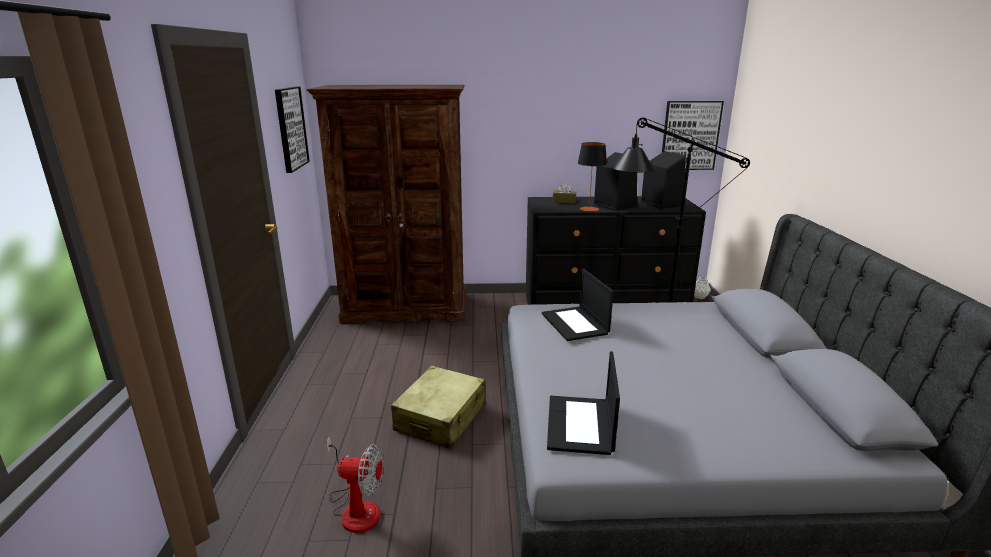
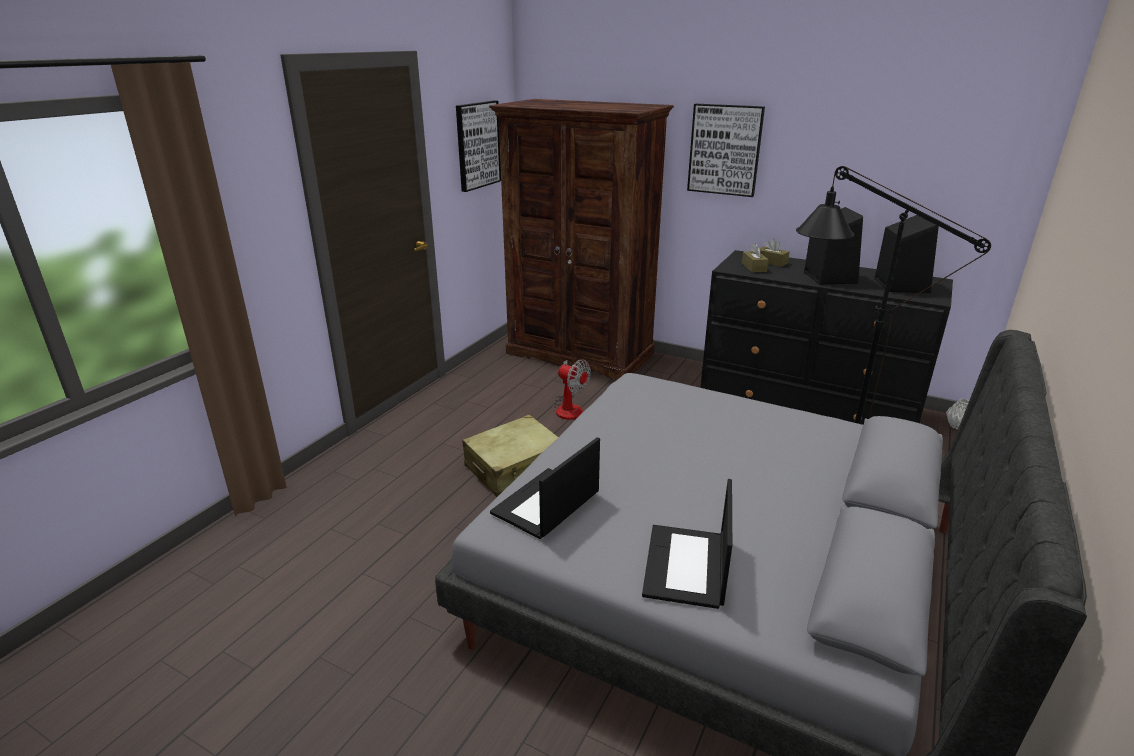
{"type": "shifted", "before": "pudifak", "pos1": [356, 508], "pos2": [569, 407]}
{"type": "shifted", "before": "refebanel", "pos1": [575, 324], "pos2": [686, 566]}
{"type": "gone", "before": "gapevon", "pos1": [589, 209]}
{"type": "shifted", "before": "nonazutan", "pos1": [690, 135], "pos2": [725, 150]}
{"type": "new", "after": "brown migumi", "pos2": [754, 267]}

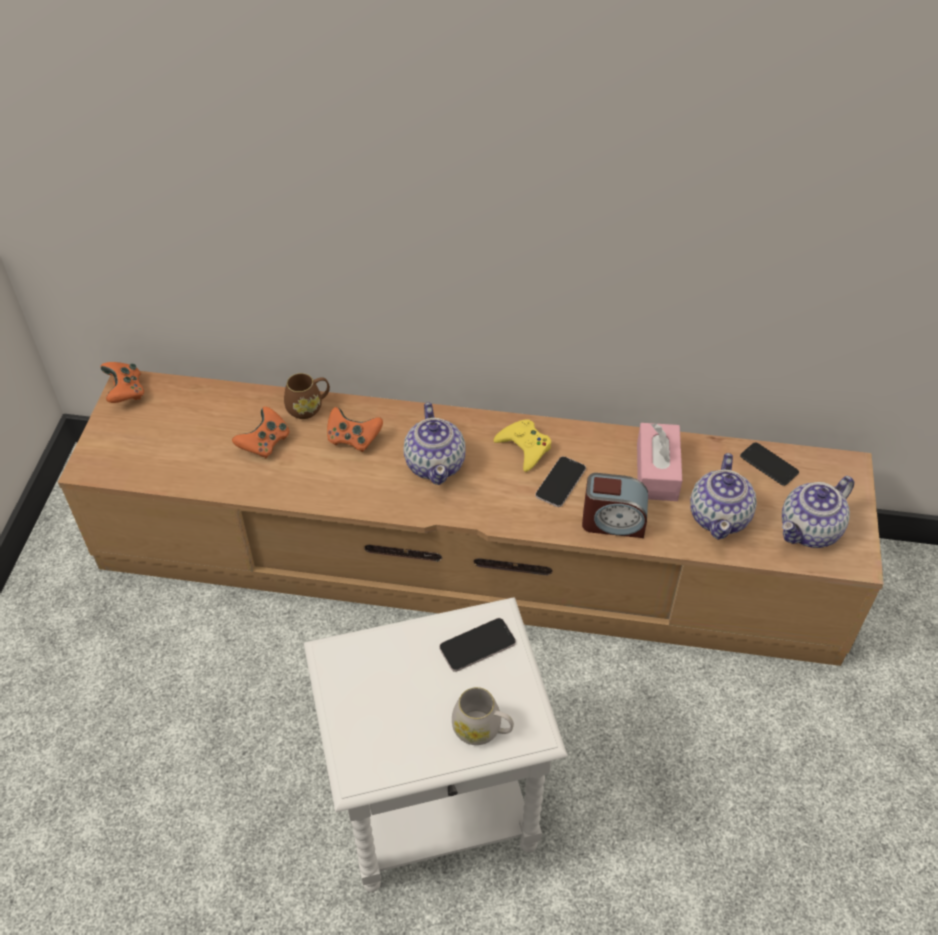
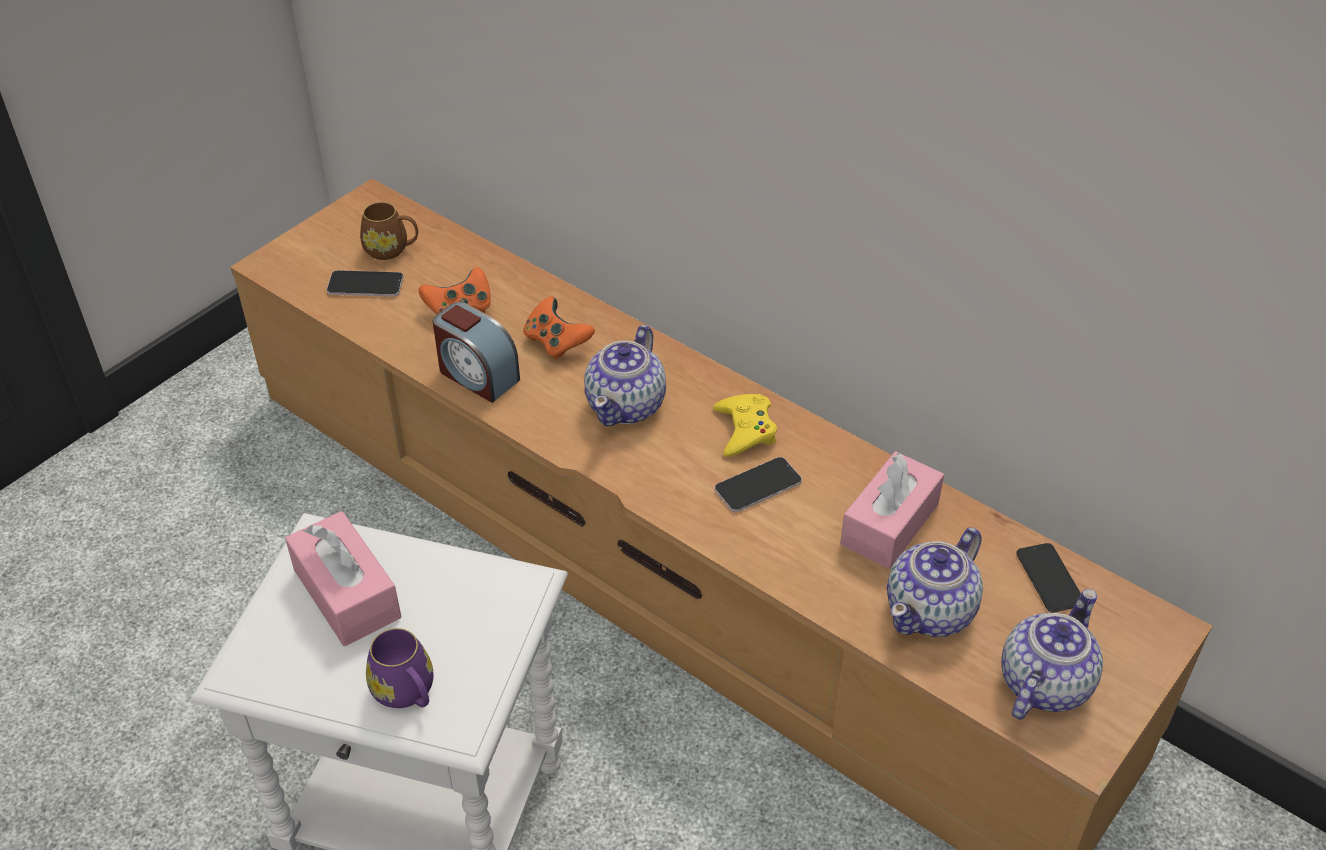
{"type": "gone", "before": "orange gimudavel", "pos1": [125, 392]}
{"type": "shifted", "before": "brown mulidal", "pos1": [309, 407], "pos2": [392, 249]}
{"type": "shifted", "before": "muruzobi", "pos1": [477, 645], "pos2": [365, 285]}
{"type": "repainted", "before": "white mulidal", "after": "purple mulidal", "pos1": [482, 729], "pos2": [407, 693]}
{"type": "shifted", "before": "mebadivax", "pos1": [613, 522], "pos2": [477, 375]}
{"type": "rotated", "before": "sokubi", "pos1": [810, 531], "pos2": [1043, 682], "turn": 135}
{"type": "new", "after": "pink migumi", "pos2": [347, 593]}

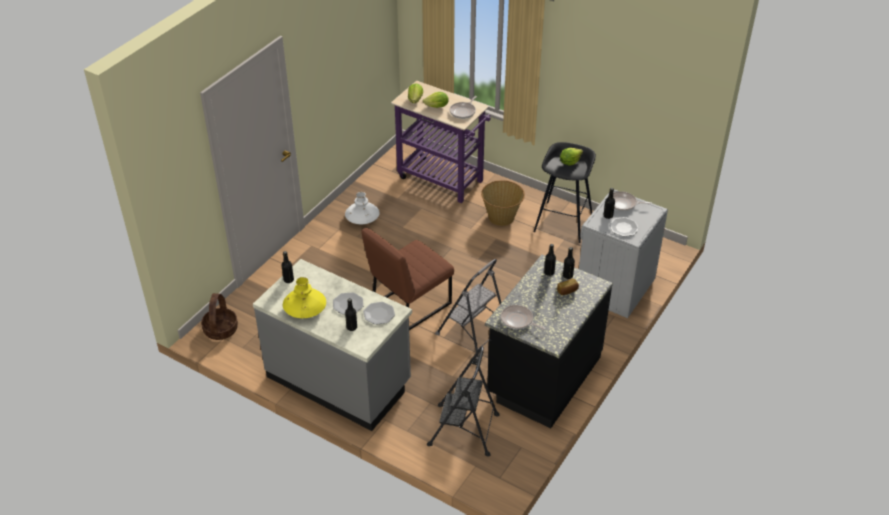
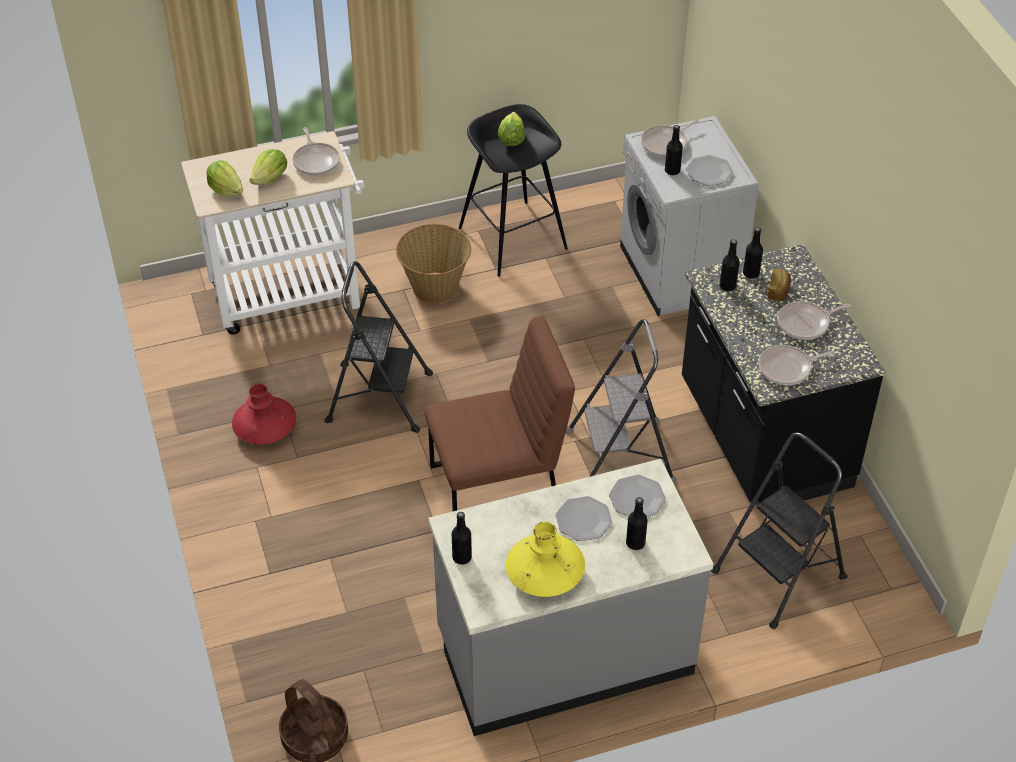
{"type": "repainted", "before": "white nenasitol", "after": "red nenasitol", "pos1": [362, 218], "pos2": [265, 428]}
{"type": "rotated", "before": "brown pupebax", "pos1": [409, 305], "pos2": [498, 486], "turn": -105}
{"type": "repainted", "before": "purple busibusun", "after": "white busibusun", "pos1": [441, 180], "pos2": [288, 296]}
{"type": "new", "after": "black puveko", "pos2": [375, 395]}
{"type": "new", "after": "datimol", "pos2": [805, 324]}

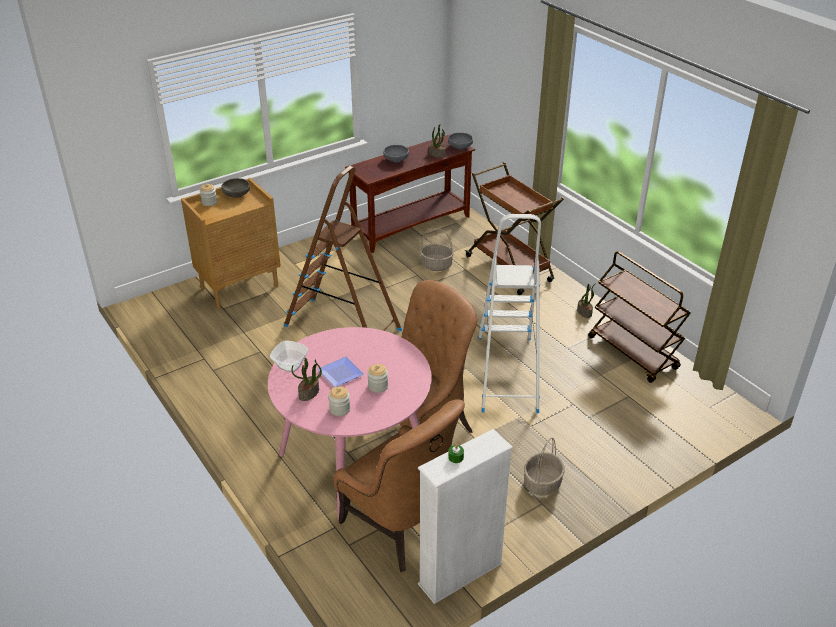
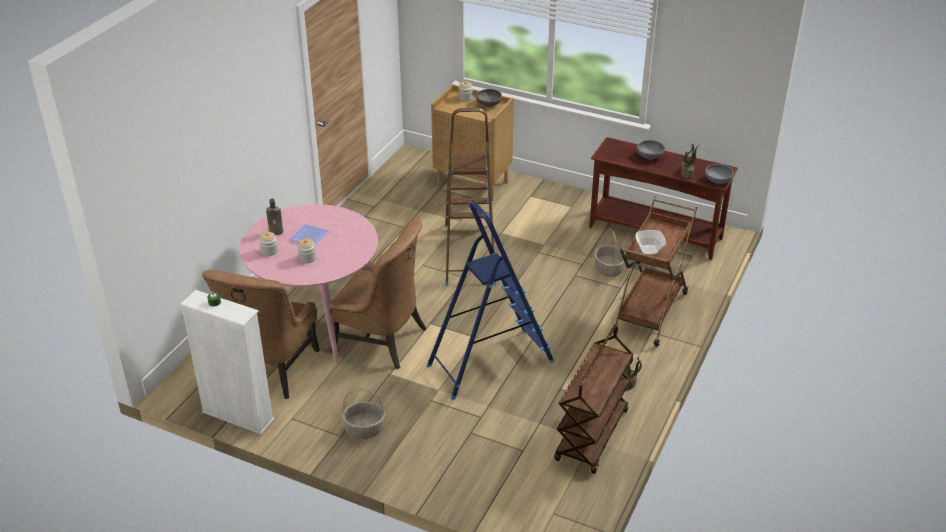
{"type": "shifted", "before": "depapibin", "pos1": [290, 365], "pos2": [649, 250]}
{"type": "swapped", "before": "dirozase", "after": "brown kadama", "pos1": [309, 393], "pos2": [277, 232]}
{"type": "repainted", "before": "white puveko", "after": "blue puveko", "pos1": [507, 372], "pos2": [491, 363]}

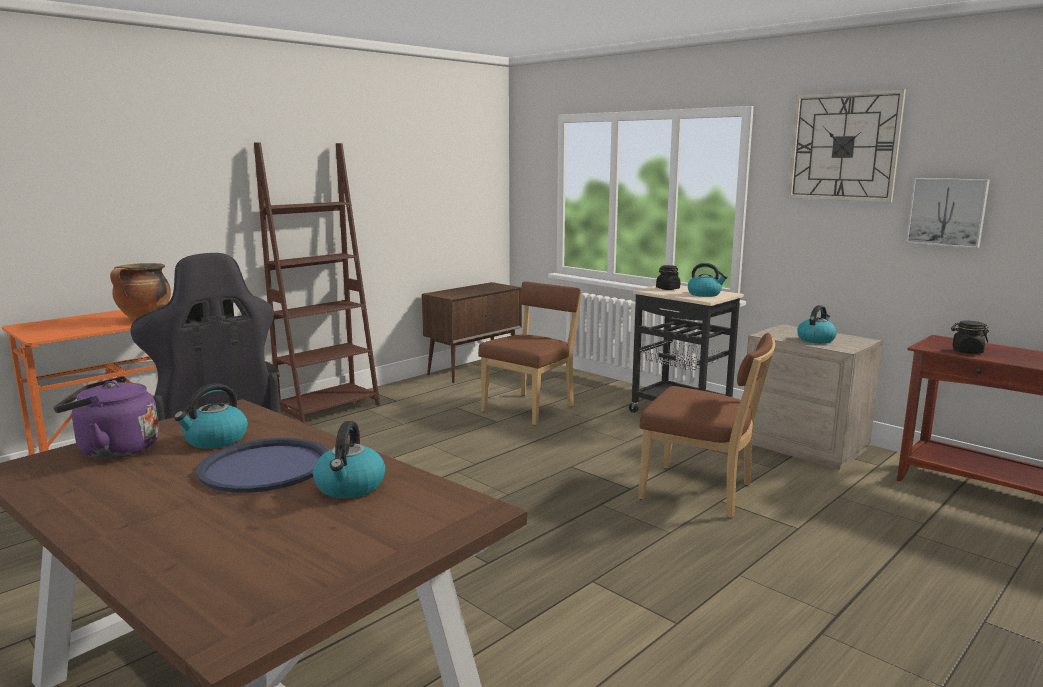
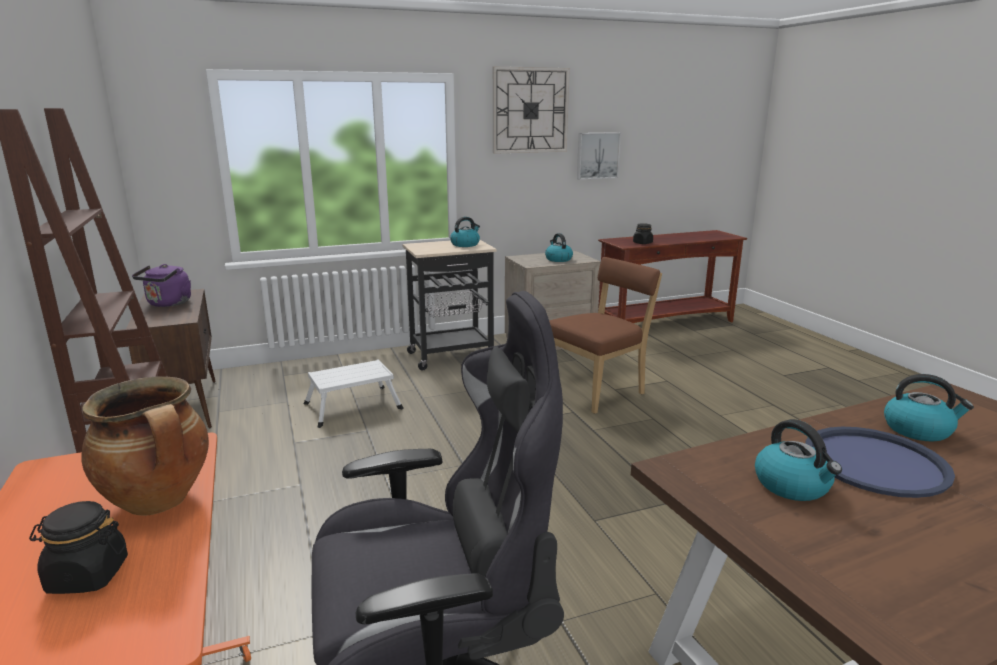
{"type": "shifted", "before": "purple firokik", "pos1": [113, 450], "pos2": [168, 304]}
{"type": "swapped", "before": "brown pupebax", "after": "white puveko", "pos1": [531, 408], "pos2": [353, 406]}
{"type": "shifted", "before": "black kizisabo", "pos1": [667, 289], "pos2": [87, 576]}

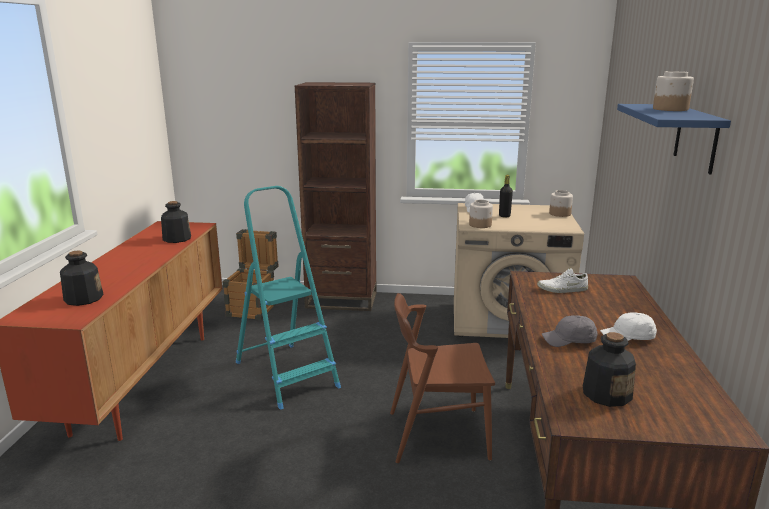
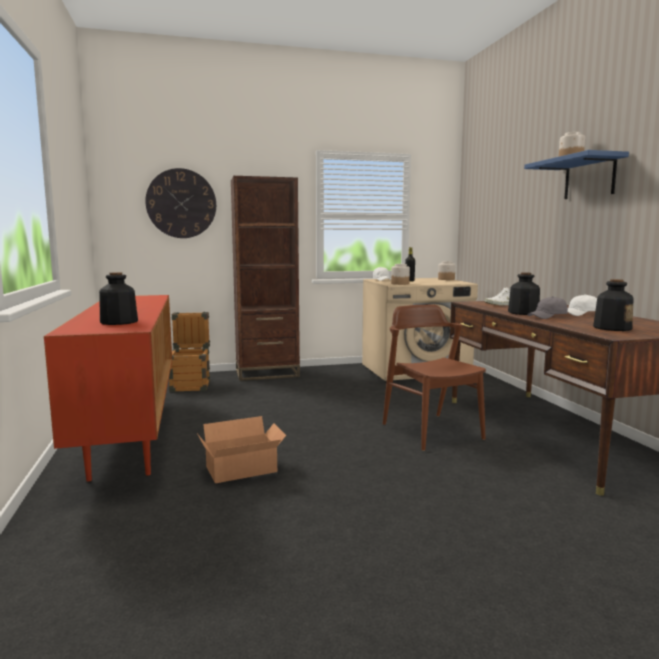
{"type": "shifted", "before": "kadama", "pos1": [176, 239], "pos2": [523, 313]}
{"type": "gone", "before": "turquoise puveko", "pos1": [287, 374]}
{"type": "rotated", "before": "brown pupebax", "pos1": [437, 434], "pos2": [431, 431], "turn": 90}
{"type": "new", "after": "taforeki", "pos2": [181, 203]}
{"type": "new", "after": "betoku", "pos2": [243, 470]}

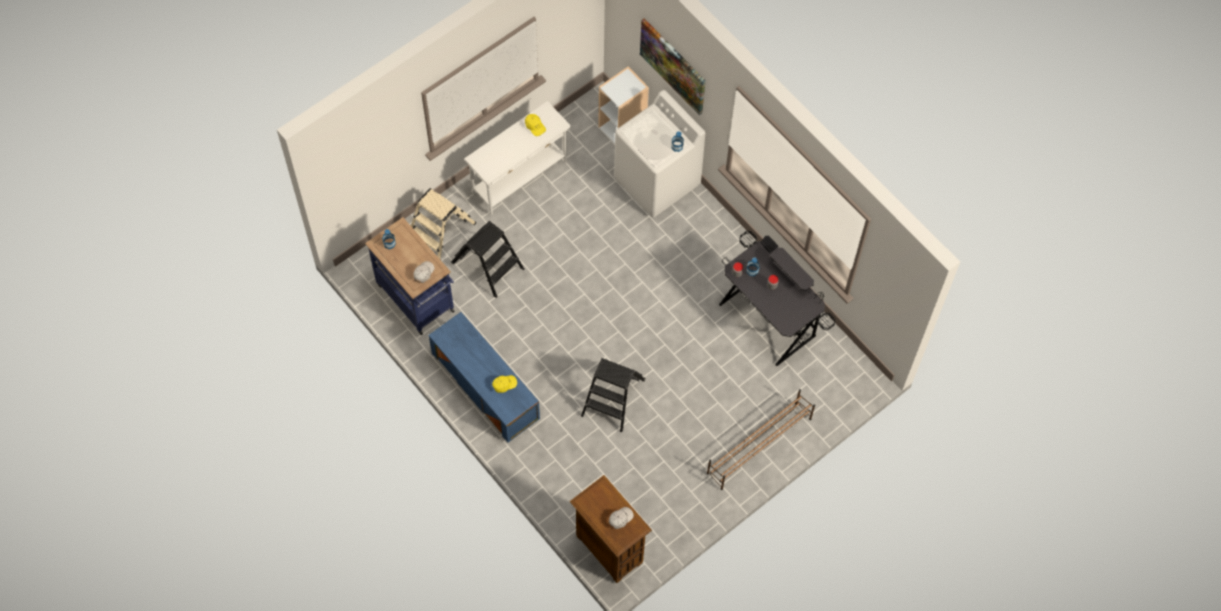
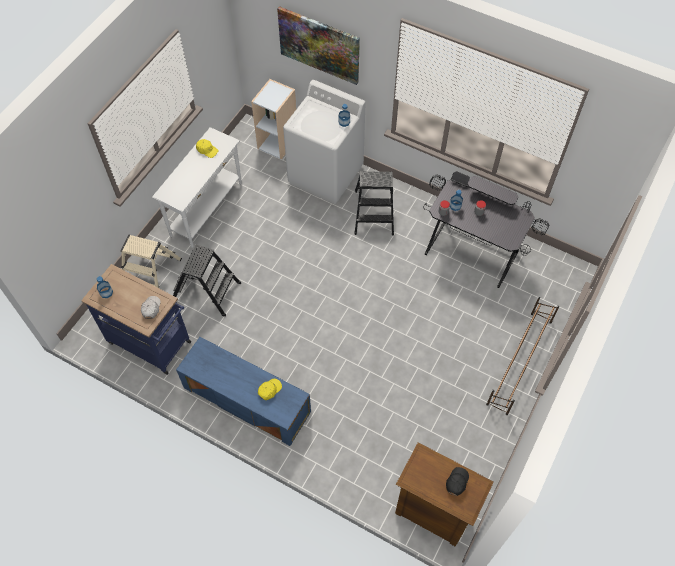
{"type": "shifted", "before": "black puveko", "pos1": [613, 397], "pos2": [374, 212]}
{"type": "repainted", "before": "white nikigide", "after": "black nikigide", "pos1": [620, 518], "pos2": [456, 482]}

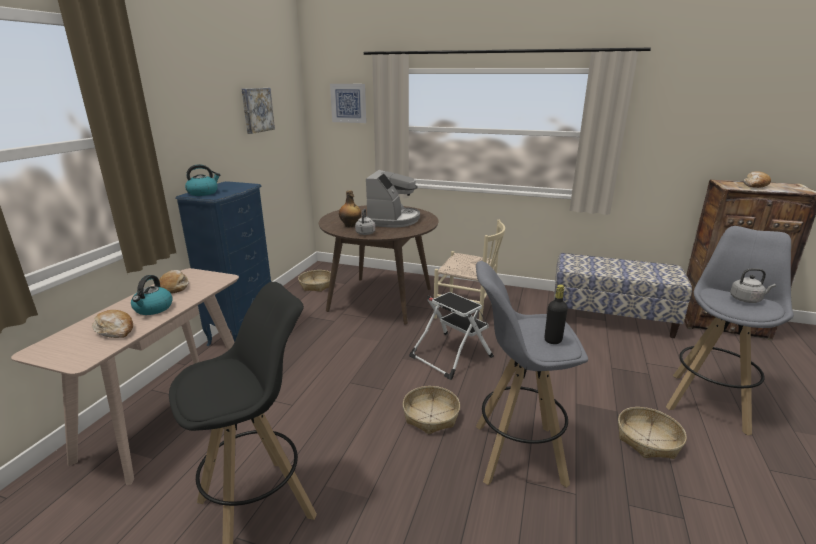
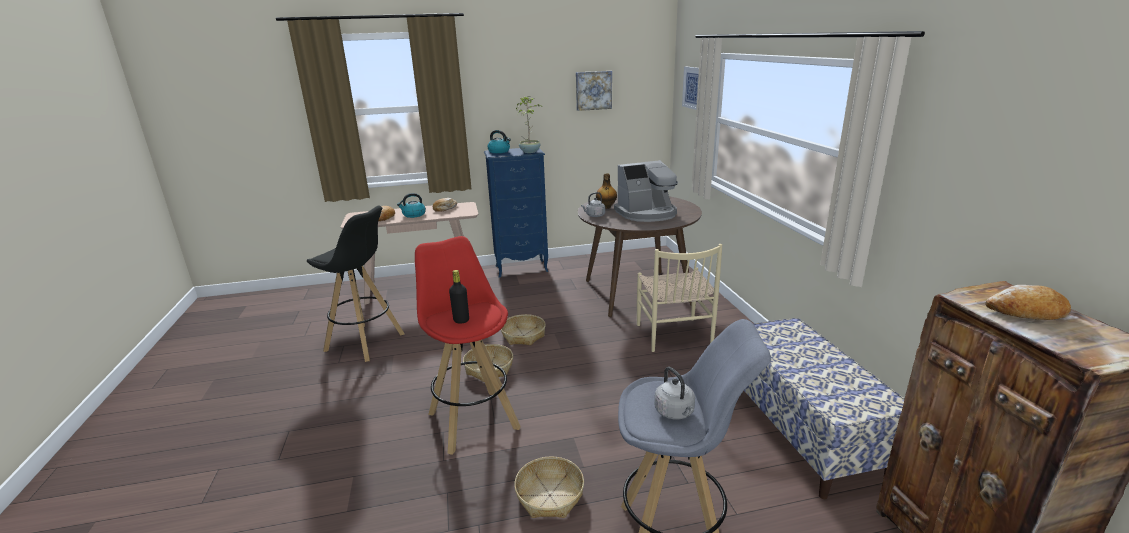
{"type": "shifted", "before": "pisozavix", "pos1": [316, 285], "pos2": [523, 335]}
{"type": "gone", "before": "puveko", "pos1": [451, 354]}
{"type": "repainted", "before": "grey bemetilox", "after": "red bemetilox", "pos1": [515, 453], "pos2": [473, 419]}
{"type": "new", "after": "dirozase", "pos2": [530, 151]}

